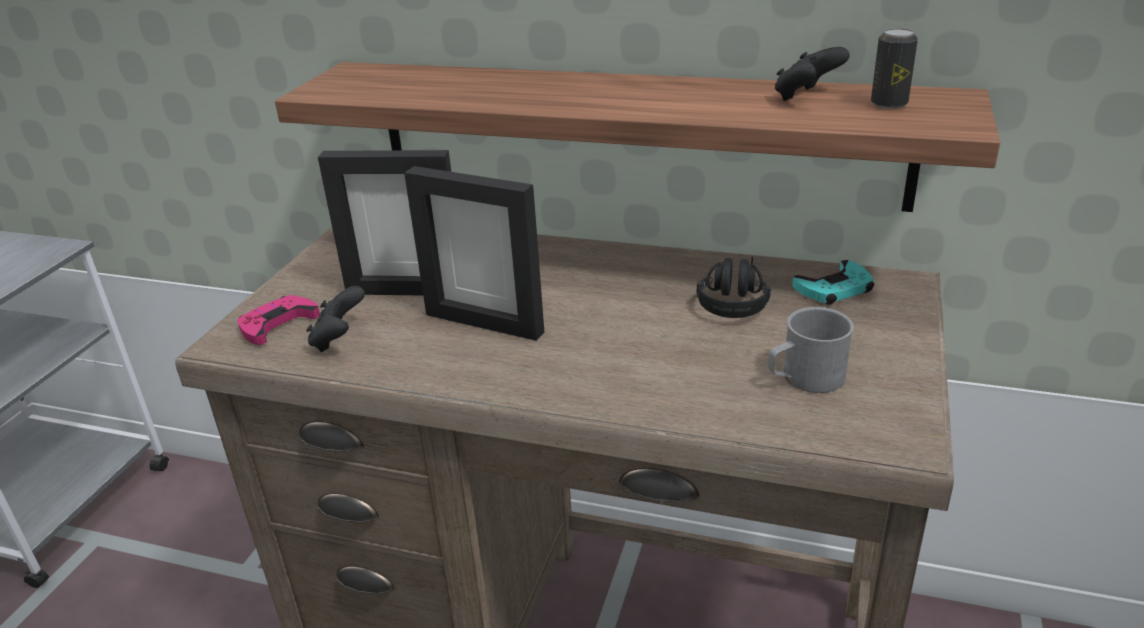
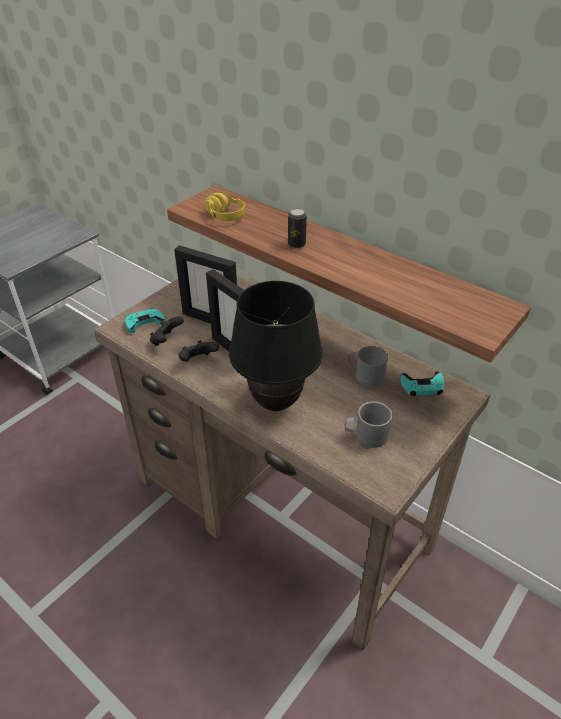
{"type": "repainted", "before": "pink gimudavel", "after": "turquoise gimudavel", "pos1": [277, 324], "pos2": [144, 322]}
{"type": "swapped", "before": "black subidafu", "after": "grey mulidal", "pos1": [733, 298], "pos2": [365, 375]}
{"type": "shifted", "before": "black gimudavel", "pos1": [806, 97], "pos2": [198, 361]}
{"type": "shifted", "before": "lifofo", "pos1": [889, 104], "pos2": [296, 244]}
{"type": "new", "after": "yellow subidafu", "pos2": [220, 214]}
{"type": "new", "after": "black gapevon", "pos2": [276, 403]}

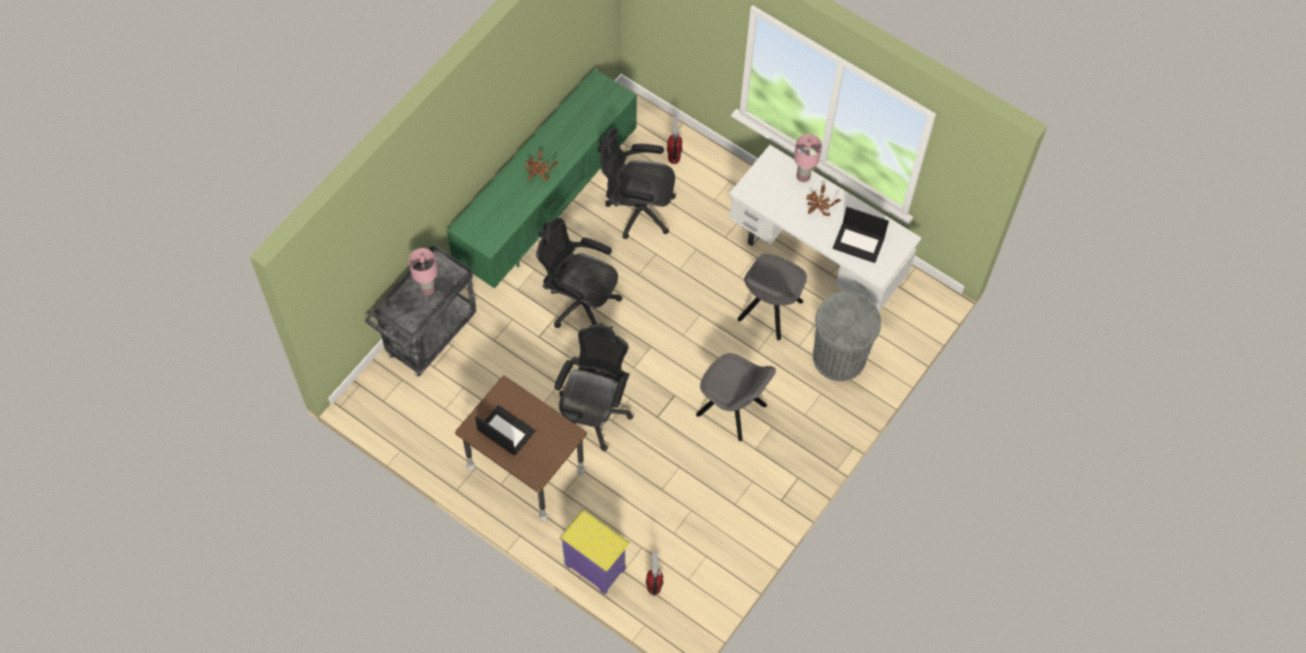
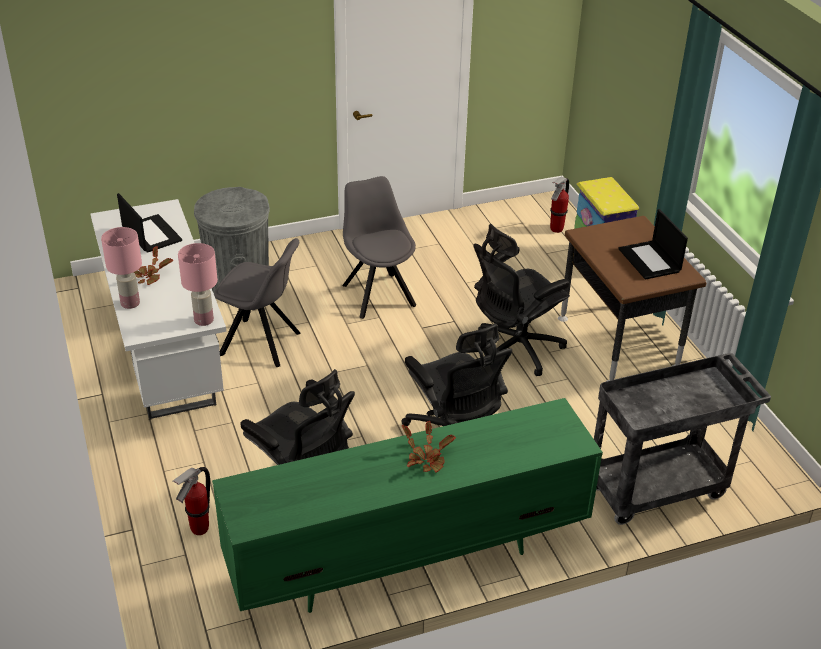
{"type": "shifted", "before": "pink gapevon", "pos1": [427, 289], "pos2": [204, 320]}
{"type": "rotated", "before": "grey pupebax", "pos1": [769, 311], "pos2": [261, 343], "turn": 45}

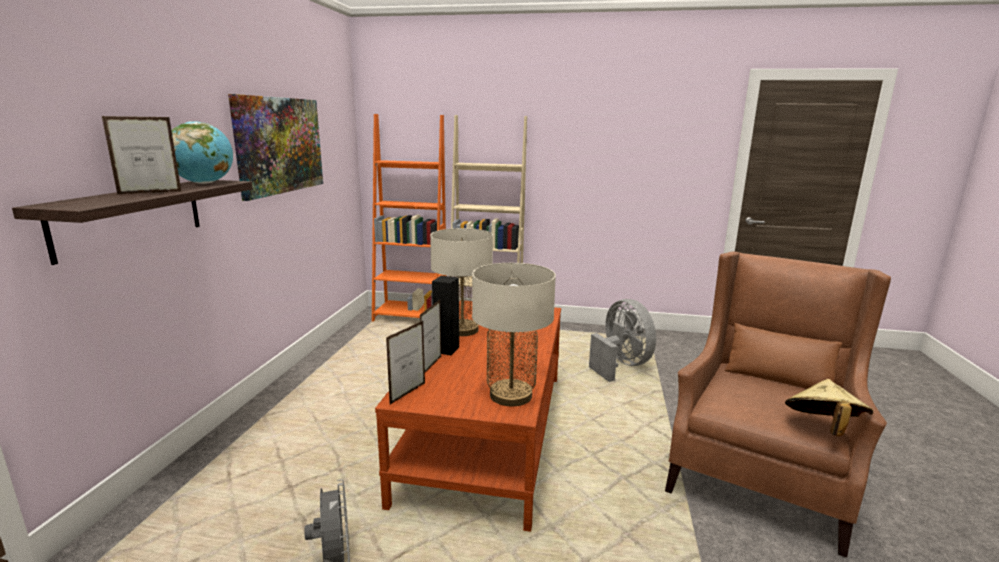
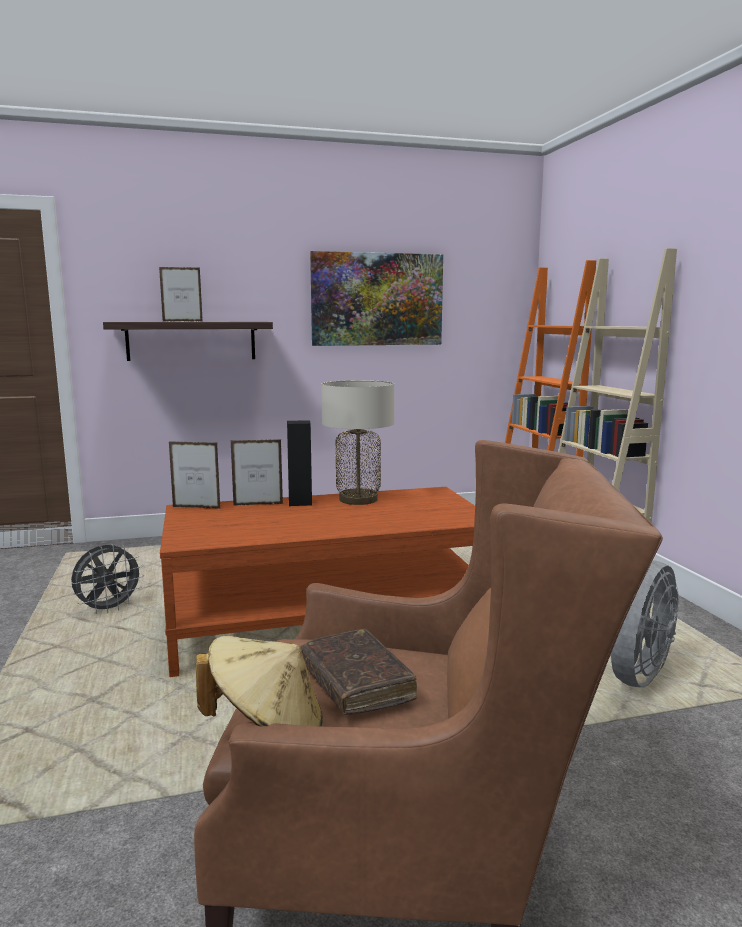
{"type": "rotated", "before": "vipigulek", "pos1": [150, 193], "pos2": [182, 321], "turn": -45}
{"type": "gone", "before": "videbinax", "pos1": [204, 183]}
{"type": "gone", "before": "gapevon", "pos1": [510, 395]}
{"type": "new", "after": "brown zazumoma", "pos2": [355, 683]}

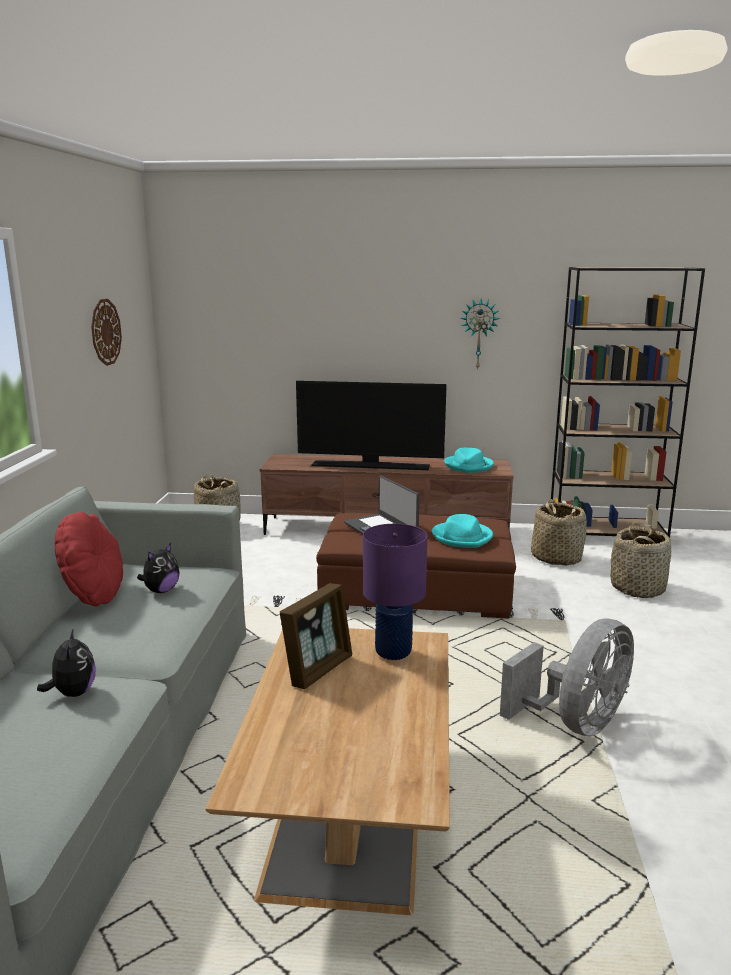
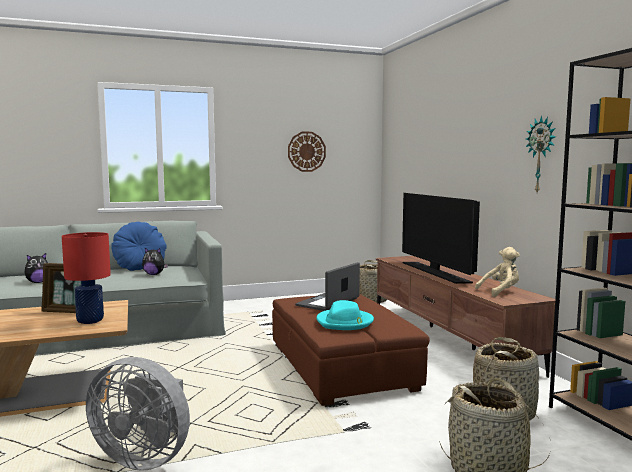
{"type": "repainted", "before": "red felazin", "after": "blue felazin", "pos1": [95, 598], "pos2": [140, 269]}
{"type": "repainted", "before": "purple gapevon", "after": "red gapevon", "pos1": [393, 654], "pos2": [91, 322]}
{"type": "swapped", "before": "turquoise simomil", "after": "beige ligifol", "pos1": [469, 466], "pos2": [500, 292]}

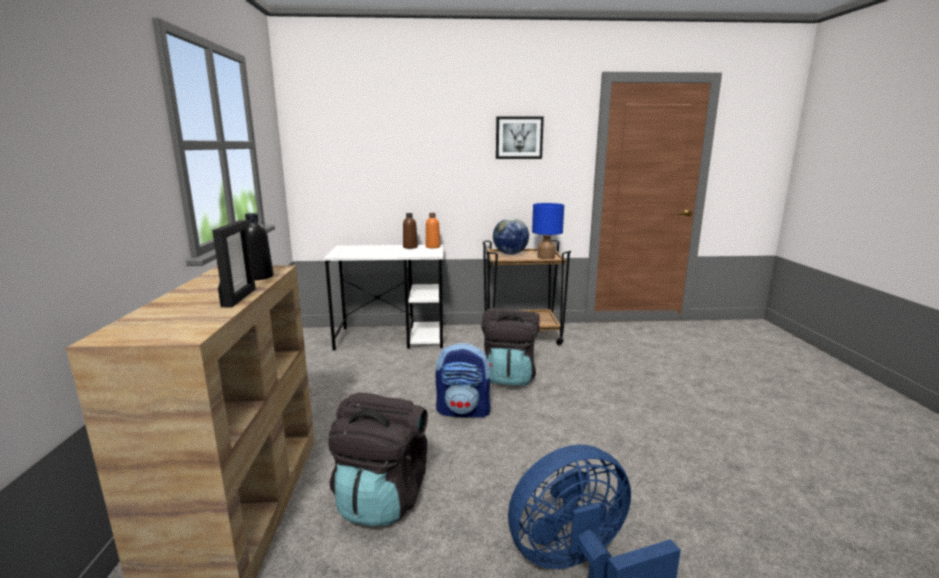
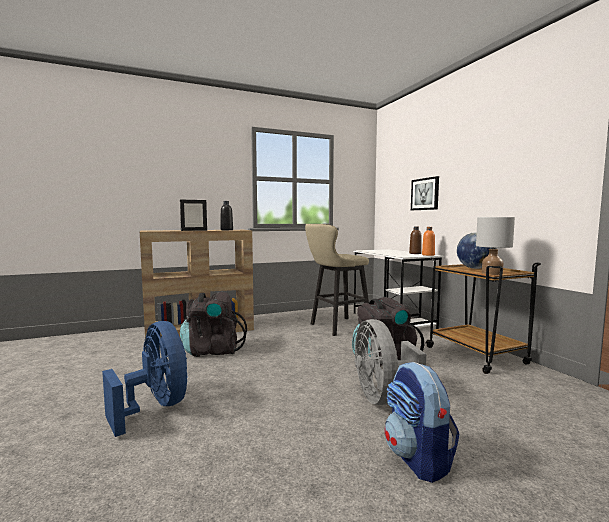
{"type": "shifted", "before": "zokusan", "pos1": [464, 411], "pos2": [418, 459]}
{"type": "shifted", "before": "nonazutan", "pos1": [519, 138], "pos2": [425, 194]}
{"type": "repainted", "before": "blue gapevon", "after": "grey gapevon", "pos1": [545, 257], "pos2": [492, 273]}
{"type": "new", "after": "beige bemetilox", "pos2": [334, 327]}
{"type": "new", "after": "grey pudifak", "pos2": [382, 397]}

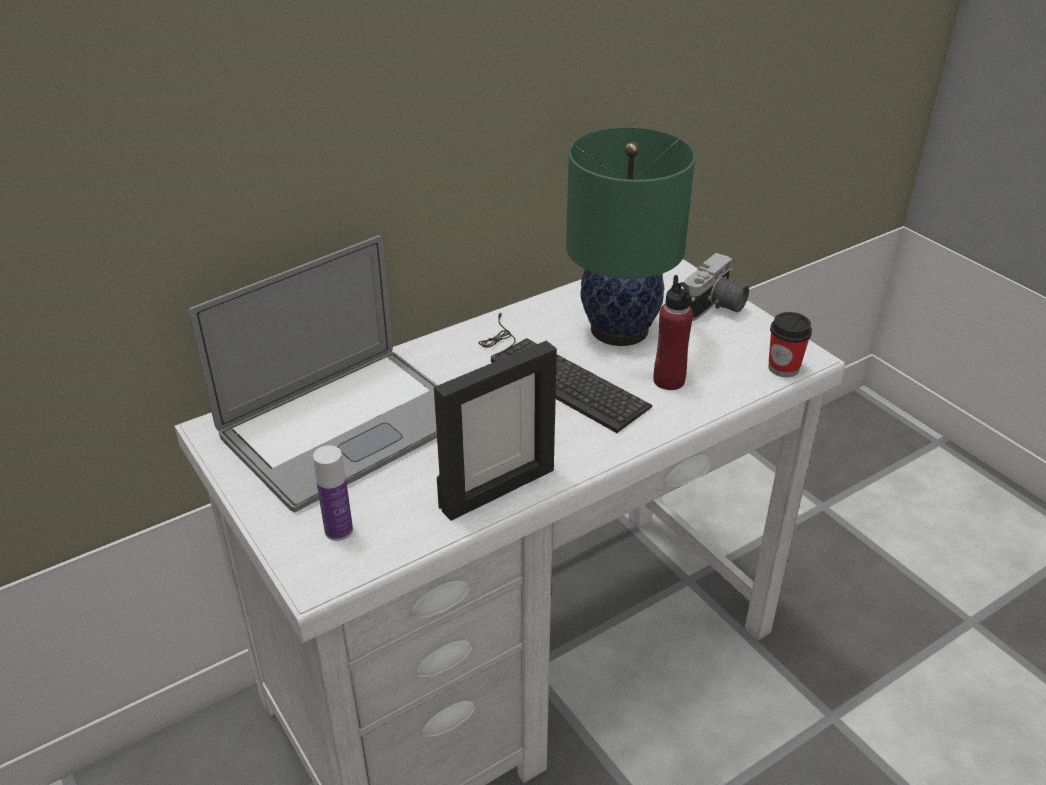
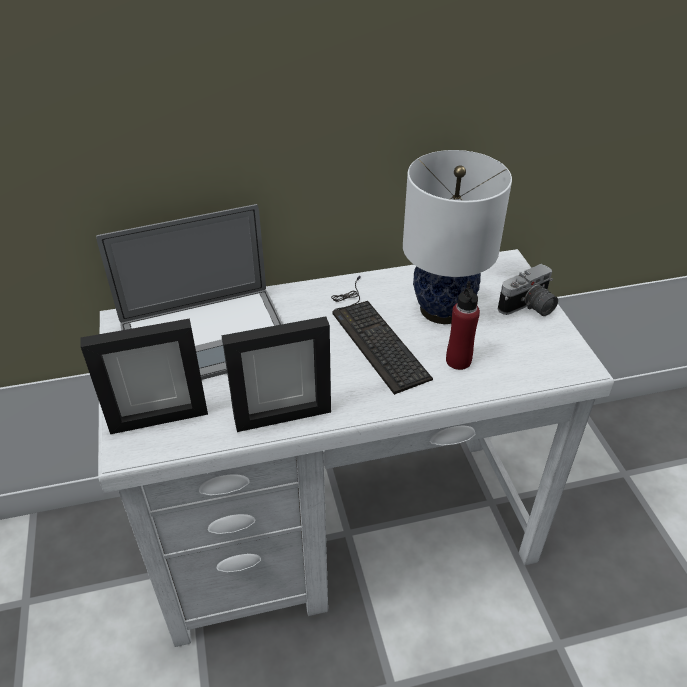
{"type": "swapped", "before": "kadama", "after": "vipigulek", "pos1": [338, 530], "pos2": [159, 418]}
{"type": "repainted", "before": "green gapevon", "after": "white gapevon", "pos1": [619, 330], "pos2": [442, 309]}
{"type": "gone", "before": "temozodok", "pos1": [783, 368]}

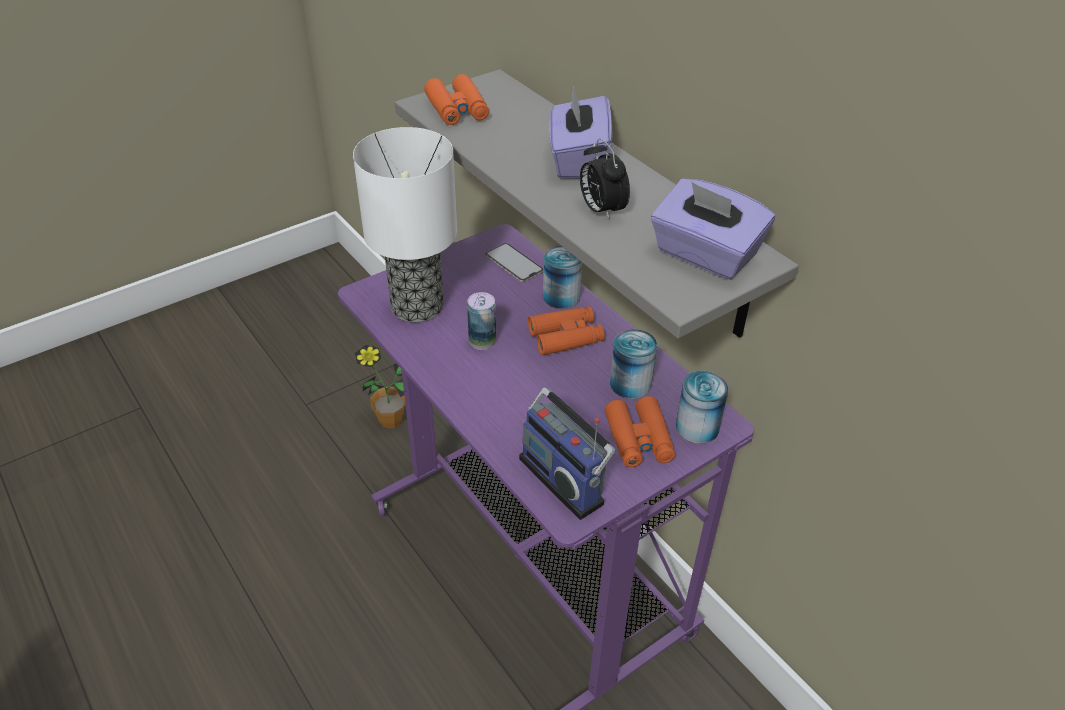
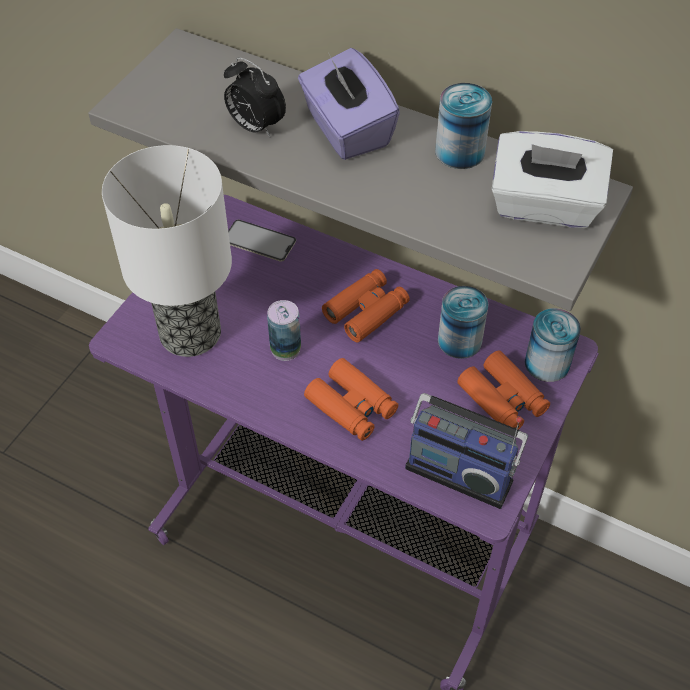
{"type": "gone", "before": "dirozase", "pos1": [391, 420]}
{"type": "shifted", "before": "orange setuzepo", "pos1": [457, 109], "pos2": [352, 406]}
{"type": "shifted", "before": "lifofo", "pos1": [561, 297], "pos2": [459, 151]}
{"type": "shifted", "before": "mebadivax", "pos1": [601, 210], "pos2": [255, 127]}
{"type": "repainted", "before": "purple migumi", "after": "white migumi", "pos1": [705, 255], "pos2": [544, 206]}

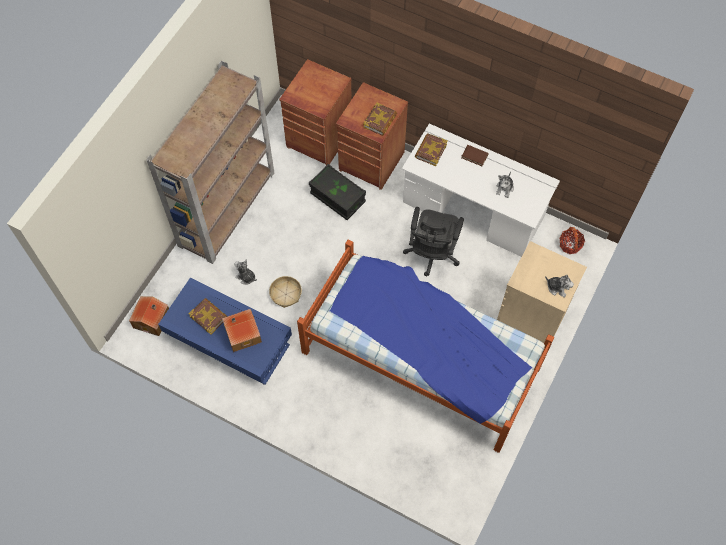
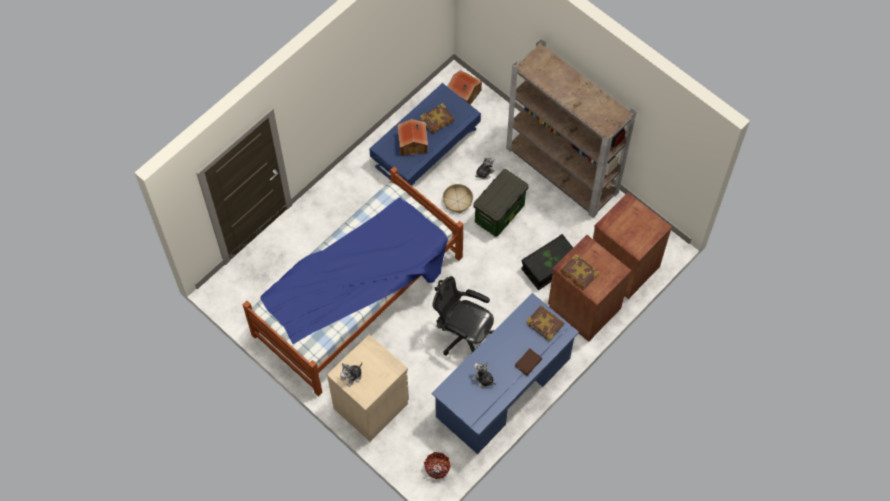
{"type": "repainted", "before": "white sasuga", "after": "blue sasuga", "pos1": [473, 209], "pos2": [503, 388]}
{"type": "new", "after": "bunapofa", "pos2": [499, 215]}

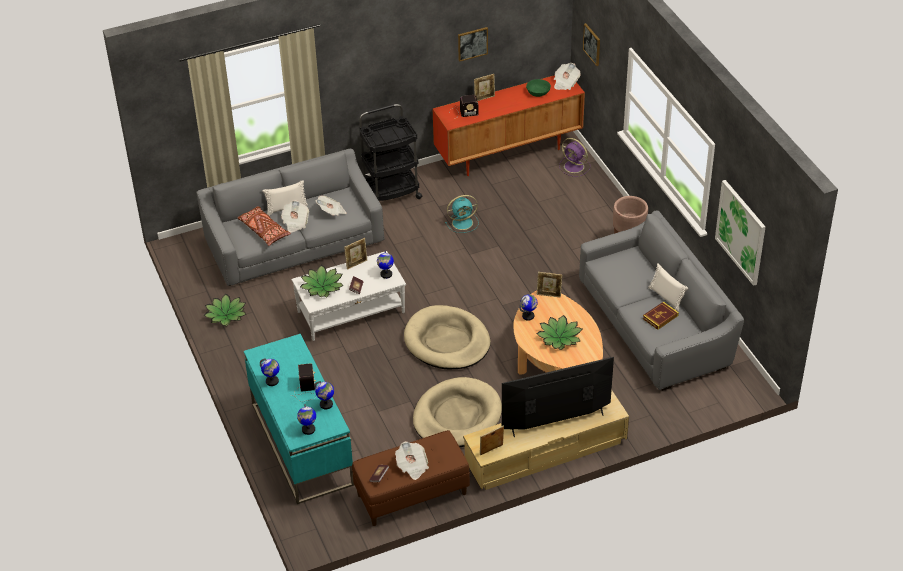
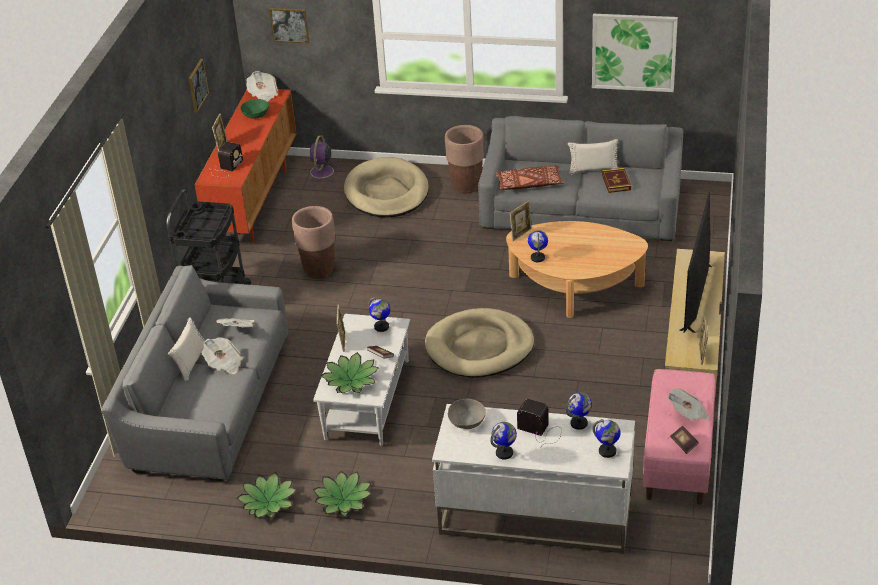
{"type": "shifted", "before": "brown felazin", "pos1": [264, 230], "pos2": [529, 184]}
{"type": "repainted", "before": "turquoise sasuga", "after": "white sasuga", "pos1": [302, 444], "pos2": [534, 515]}
{"type": "repainted", "before": "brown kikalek", "after": "pink kikalek", "pos1": [411, 495], "pos2": [678, 458]}
{"type": "shifted", "before": "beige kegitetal", "pos1": [457, 416], "pos2": [387, 192]}
{"type": "swapped", "before": "turquoise pudifak", "after": "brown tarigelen", "pos1": [463, 222], "pos2": [319, 270]}
{"type": "shifted", "before": "dirozase", "pos1": [559, 337], "pos2": [343, 500]}
{"type": "rotated", "before": "purple pudifak", "pos1": [574, 167], "pos2": [321, 172], "turn": 120}
{"type": "new", "after": "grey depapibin", "pos2": [467, 421]}

